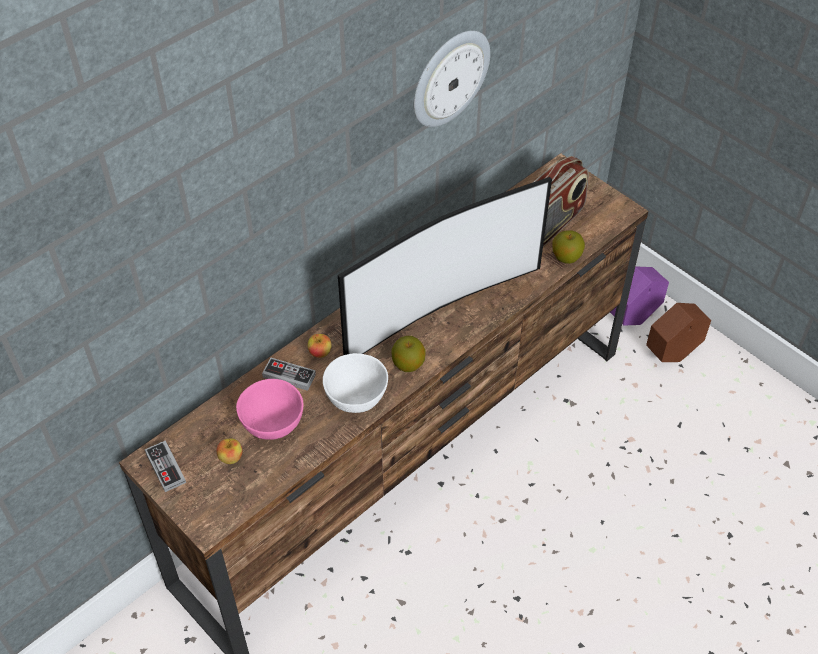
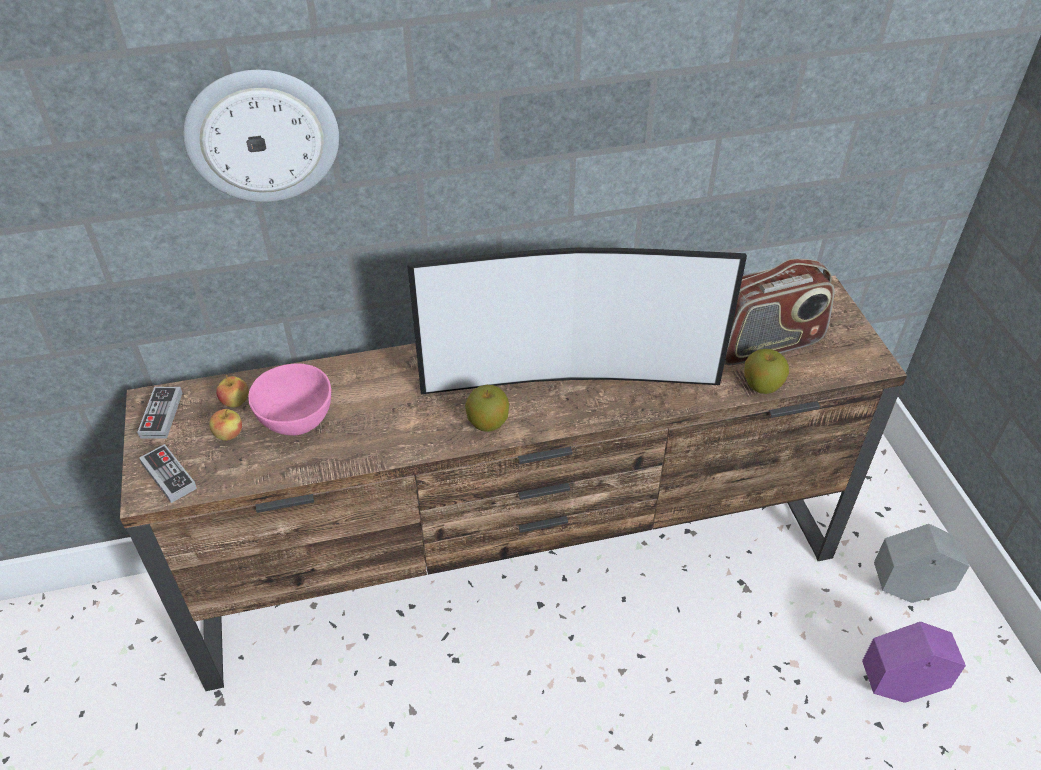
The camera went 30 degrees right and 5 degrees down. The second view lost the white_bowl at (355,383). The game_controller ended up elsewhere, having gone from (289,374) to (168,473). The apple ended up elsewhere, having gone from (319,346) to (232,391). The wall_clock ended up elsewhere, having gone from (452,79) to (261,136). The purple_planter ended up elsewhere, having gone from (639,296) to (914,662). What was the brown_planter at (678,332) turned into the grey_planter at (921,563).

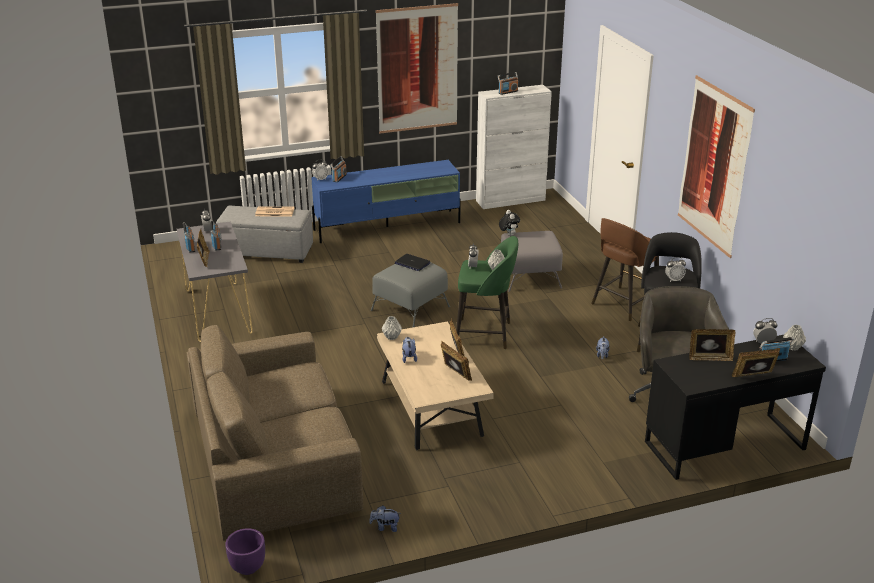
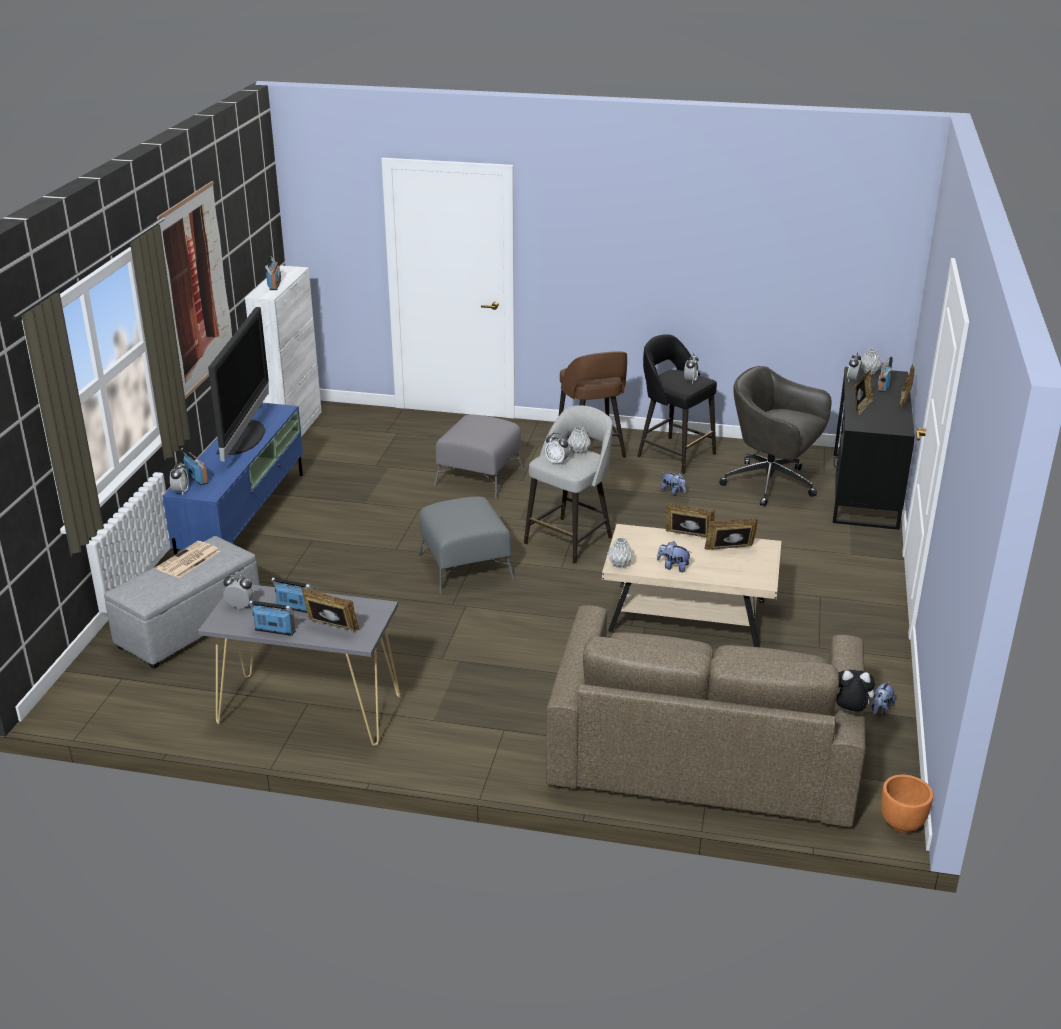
The camera went 60 degrees left and 0 degrees up. The second view lost the laptop at (413,262). The second view lost the picture at (716,166). The second view gained the television at (238,384). The plush_toy ended up elsewhere, having gone from (509,223) to (855,691). What was the purple_planter at (245,551) turned into the orange_planter at (907,804). What was the green_stool at (487,292) turned into the grey_stool at (568,484).

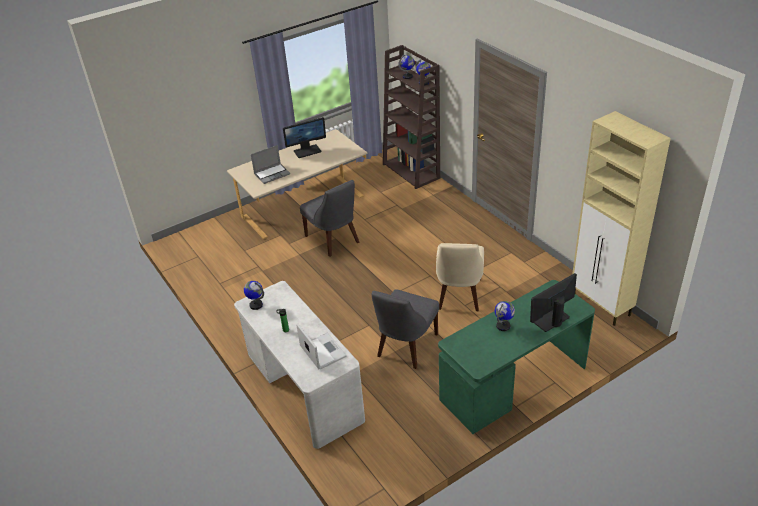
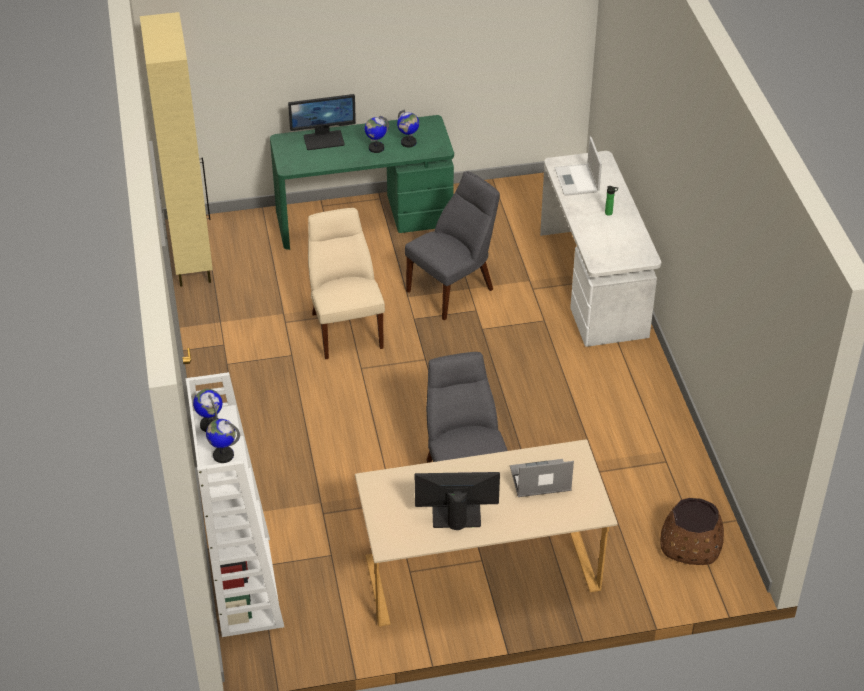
The camera went 160 degrees left and 5 degrees up. The second view gained the brown_planter at (692,531). The globe ended up elsewhere, having gone from (254,295) to (408,128). What was the brown_bookcase at (411,117) turned into the white_bookcase at (234,504). The beige_chair at (460,277) ended up facing another way, 45 degrees counterclockwise from before.

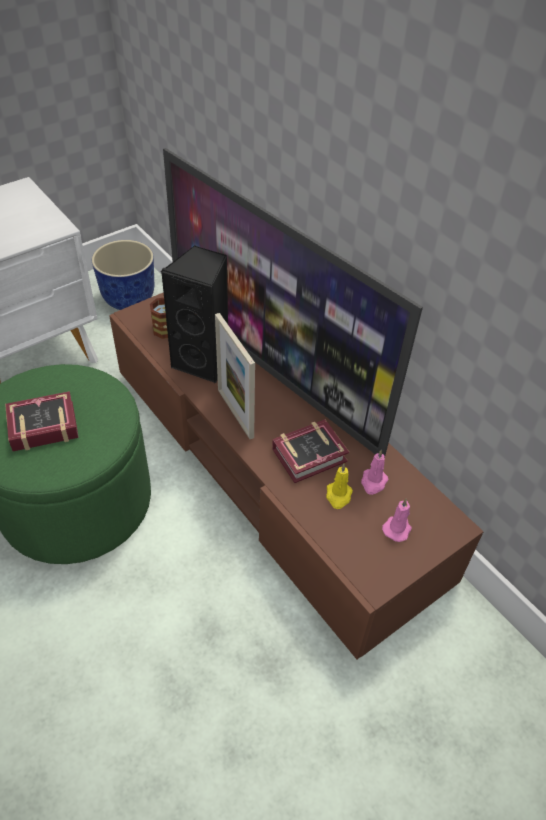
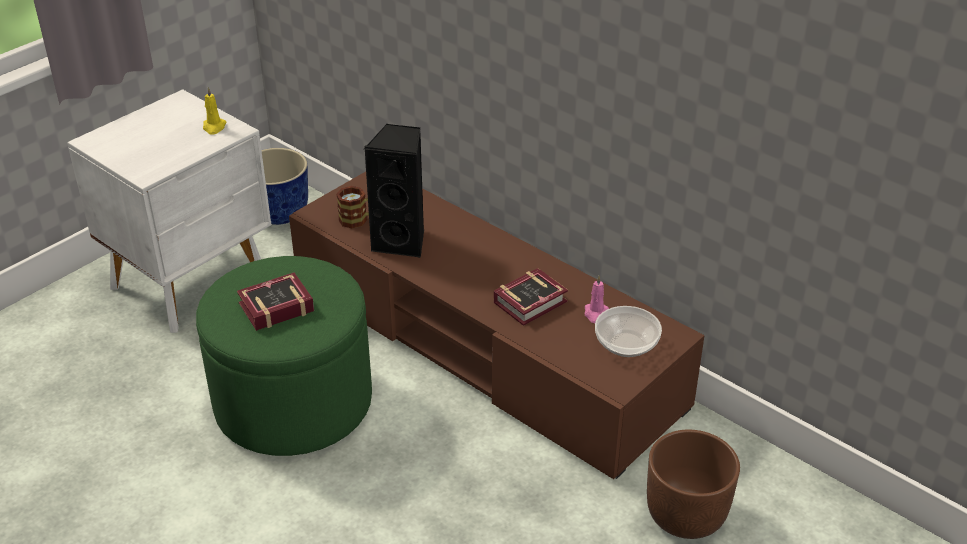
The camera went 10 degrees left and 10 degrees down. The second view lost the television at (293,302). The second view lost the picture_frame at (235,376). The second view gained the brown_planter at (693,484). The yellow_candle ended up elsewhere, having gone from (339,486) to (214,111). Where the pink_candle stood at (397,520), the bowl came to stand at (628,331).

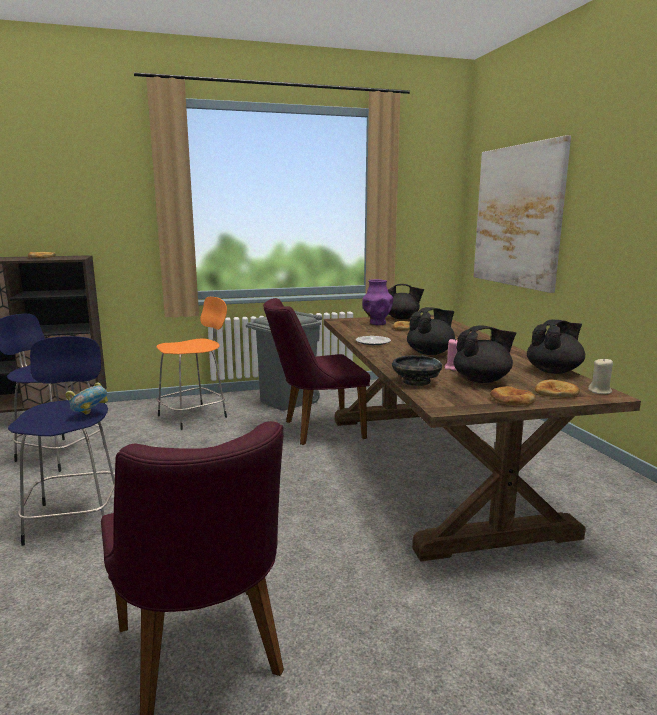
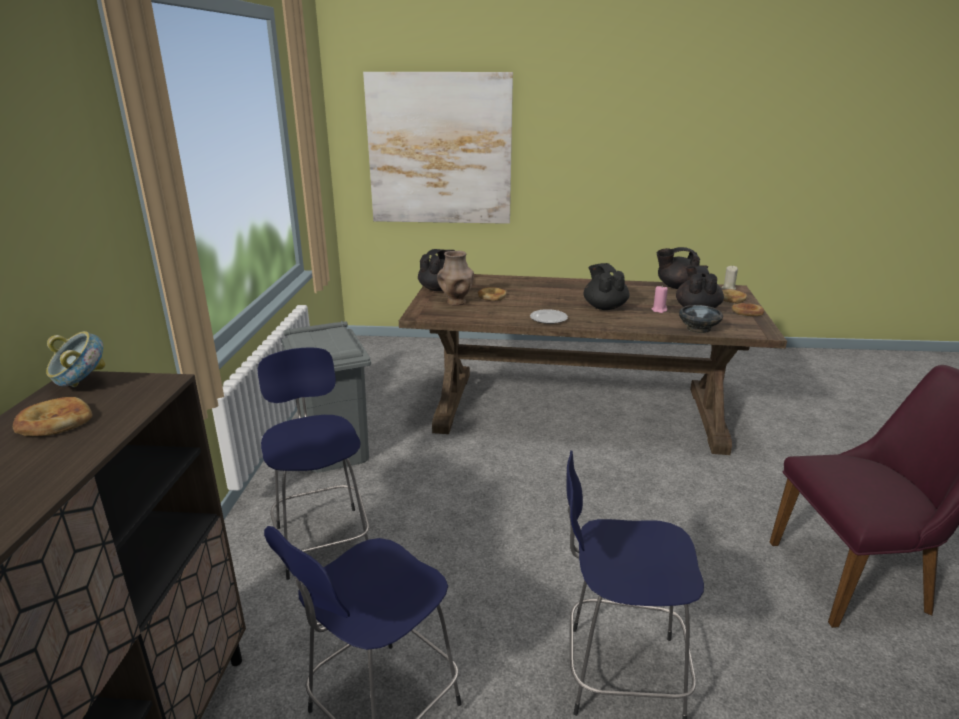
The camera went 70 degrees left and 10 degrees up. The second view lost the purple_chair at (316,371). The bowl ended up elsewhere, having gone from (86,398) to (76,359). What was the orange_stool at (191,363) turned into the blue_stool at (313,463). What was the purple_vase at (377,302) turned into the brown_vase at (455,278). The black_teapot at (556,347) ended up facing another way, 75 degrees counterclockwise from before.

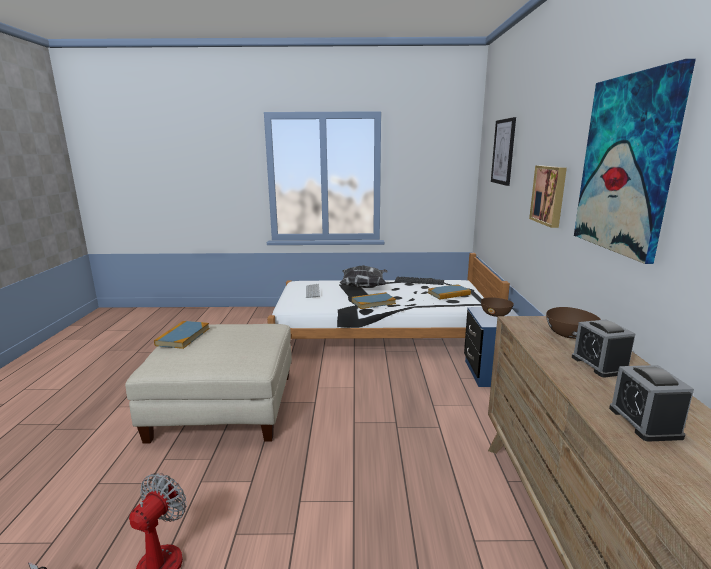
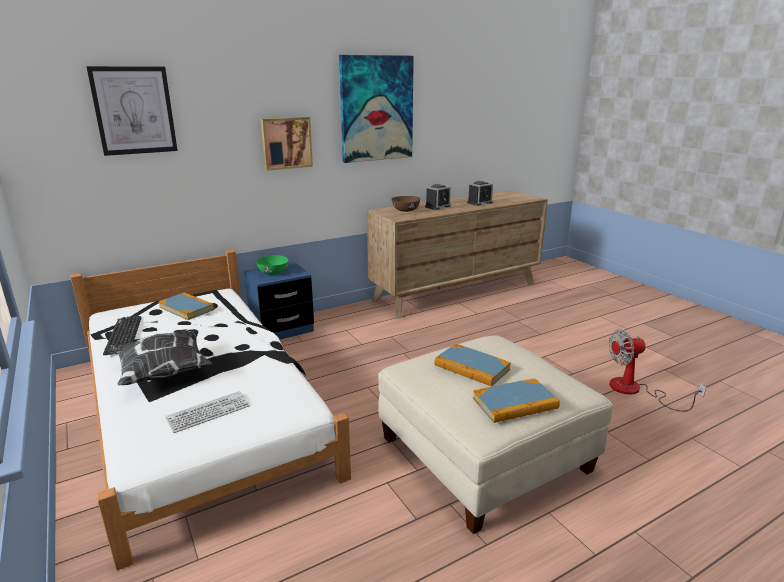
The camera went 120 degrees left and 5 degrees up. The book ended up elsewhere, having gone from (374,300) to (473,365). What was the brown_bowl at (497,307) turned into the green_bowl at (272,265).

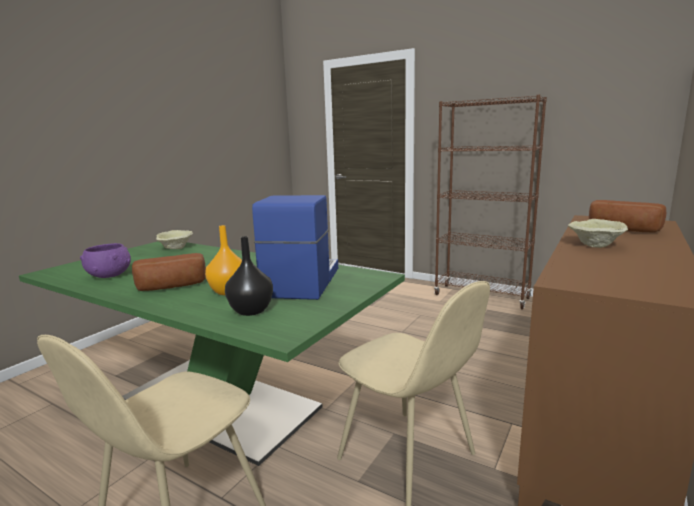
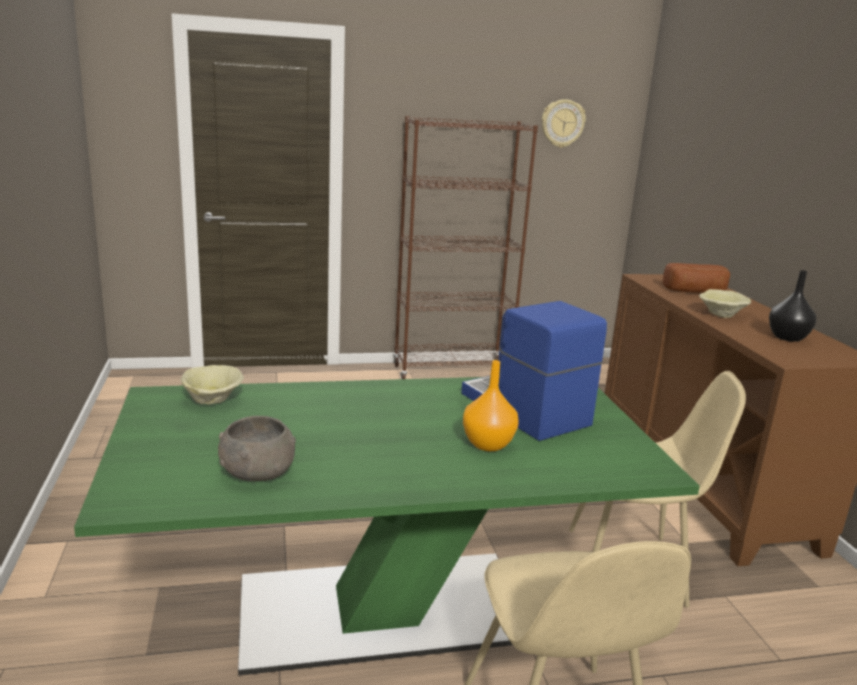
The camera went 45 degrees left and 5 degrees up. The second view lost the bread at (169,272). The second view gained the wall_clock at (564,123). The black_vase ended up elsewhere, having gone from (249,276) to (792,306). What was the purple_bowl at (105,260) turned into the grey_bowl at (257,448).

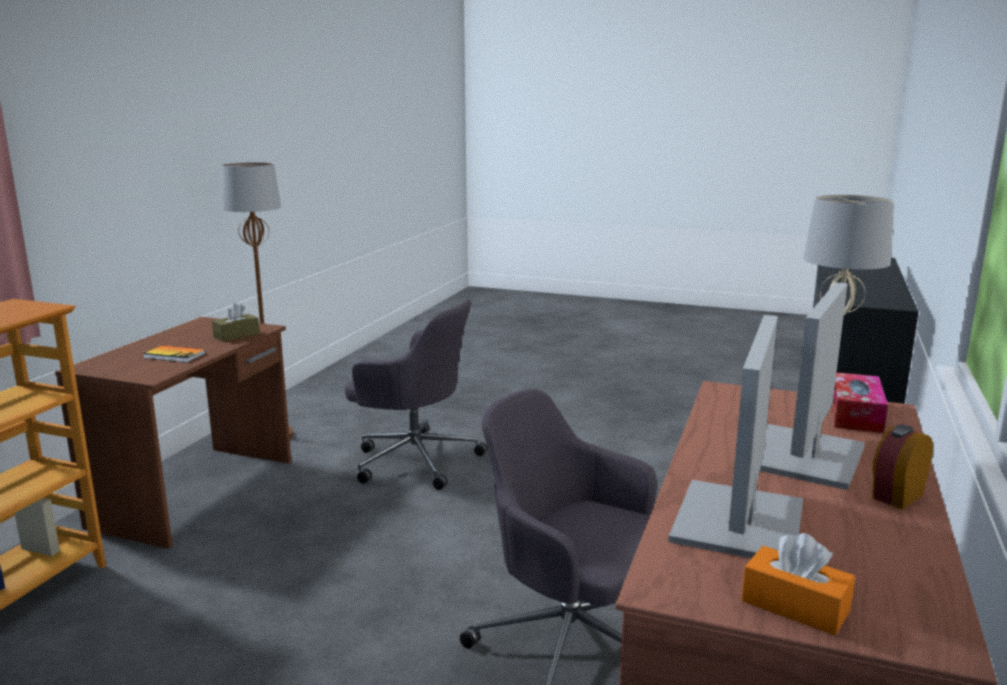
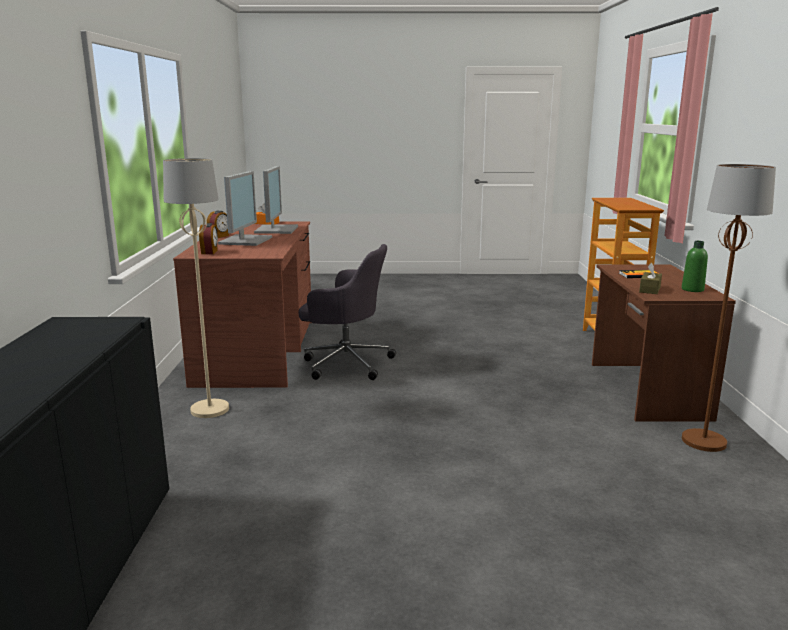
The camera went 160 degrees right and 0 degrees up. The second view lost the grey_office_chair at (416,394). The second view gained the green_bottle at (695,266). Where the tissue_box stood at (859,402), the alarm_clock came to stand at (208,238).

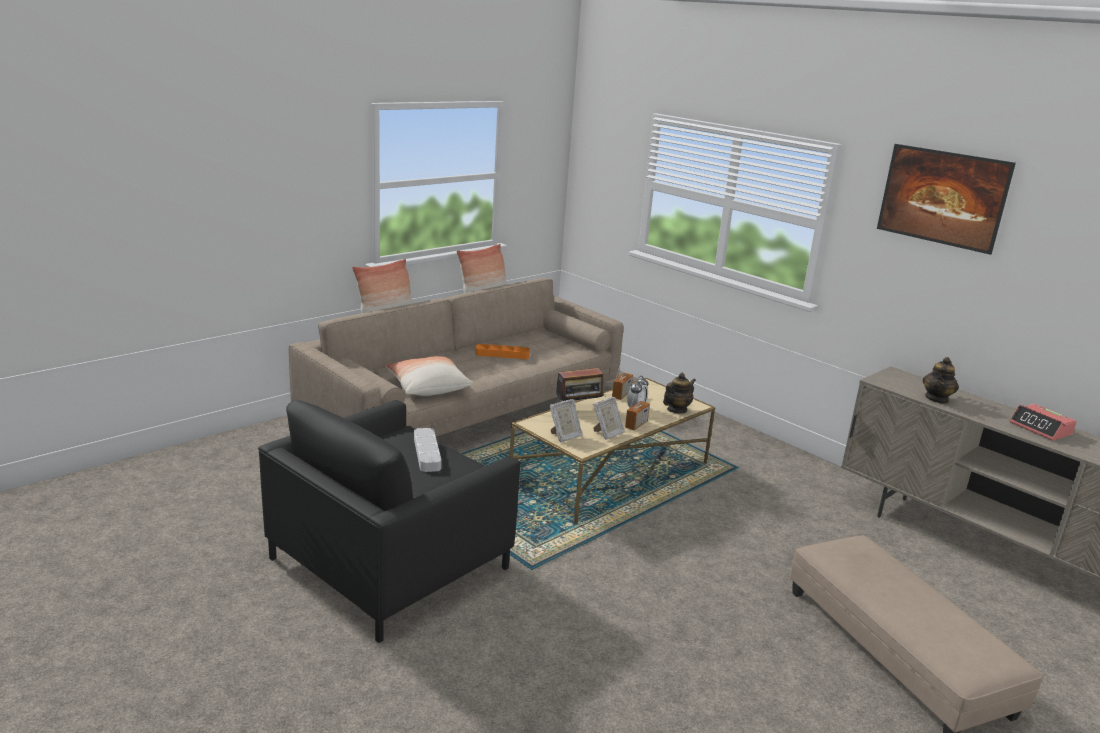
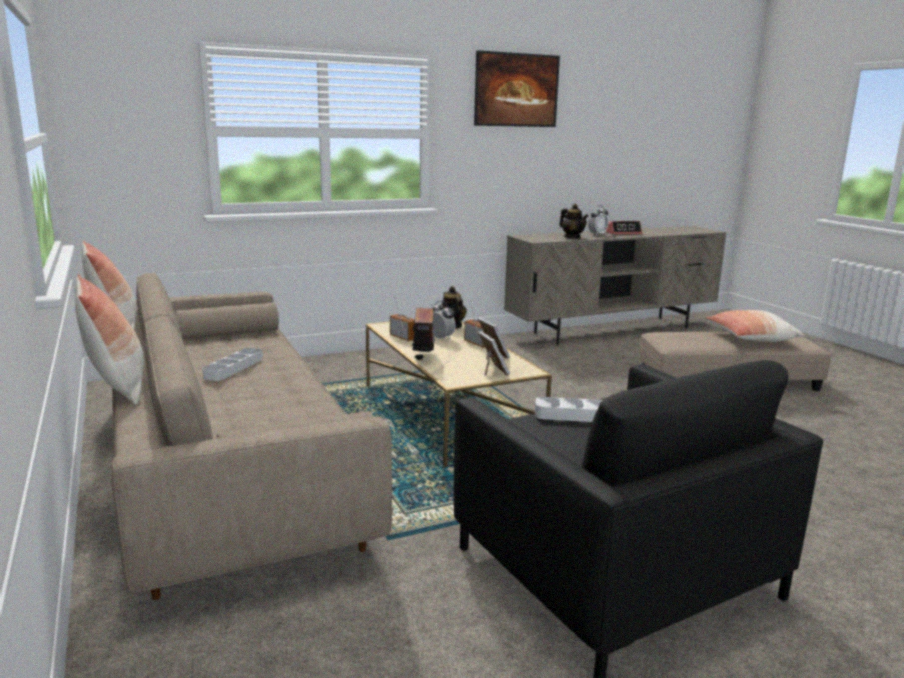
The camera went 70 degrees left and 5 degrees down. The second view gained the alarm_clock at (598,220). The pillow ended up elsewhere, having gone from (429,376) to (754,326). What was the orange_tray at (502,351) turned into the grey_tray at (232,364).

